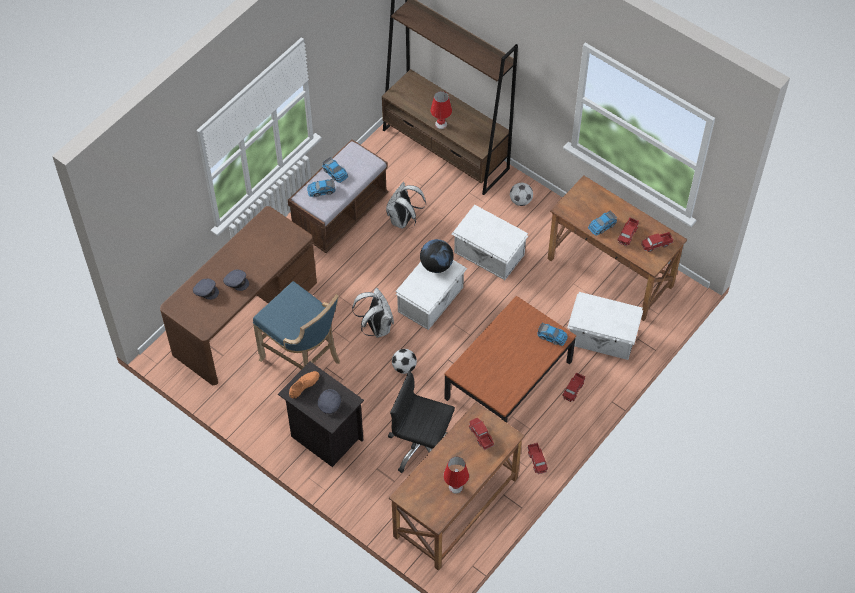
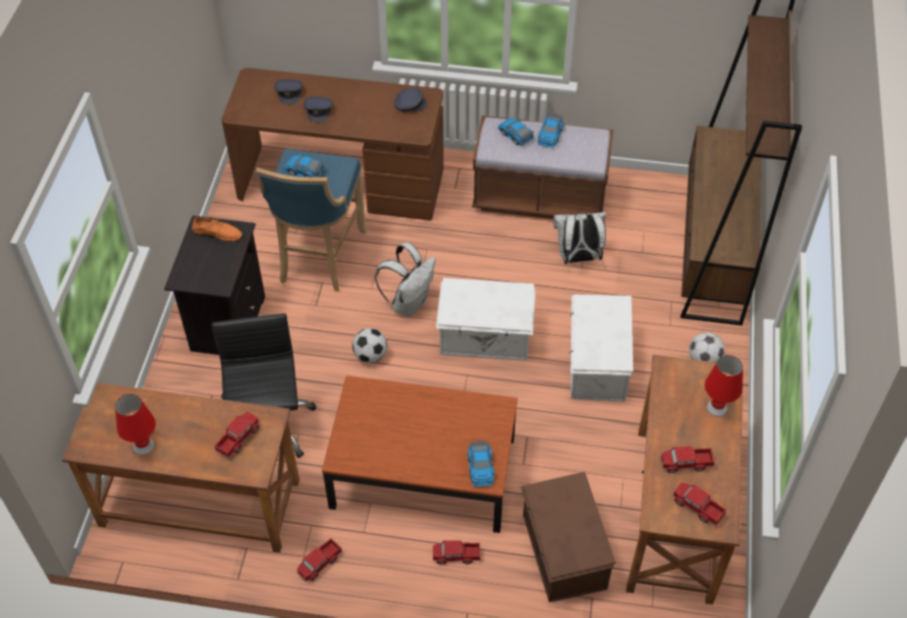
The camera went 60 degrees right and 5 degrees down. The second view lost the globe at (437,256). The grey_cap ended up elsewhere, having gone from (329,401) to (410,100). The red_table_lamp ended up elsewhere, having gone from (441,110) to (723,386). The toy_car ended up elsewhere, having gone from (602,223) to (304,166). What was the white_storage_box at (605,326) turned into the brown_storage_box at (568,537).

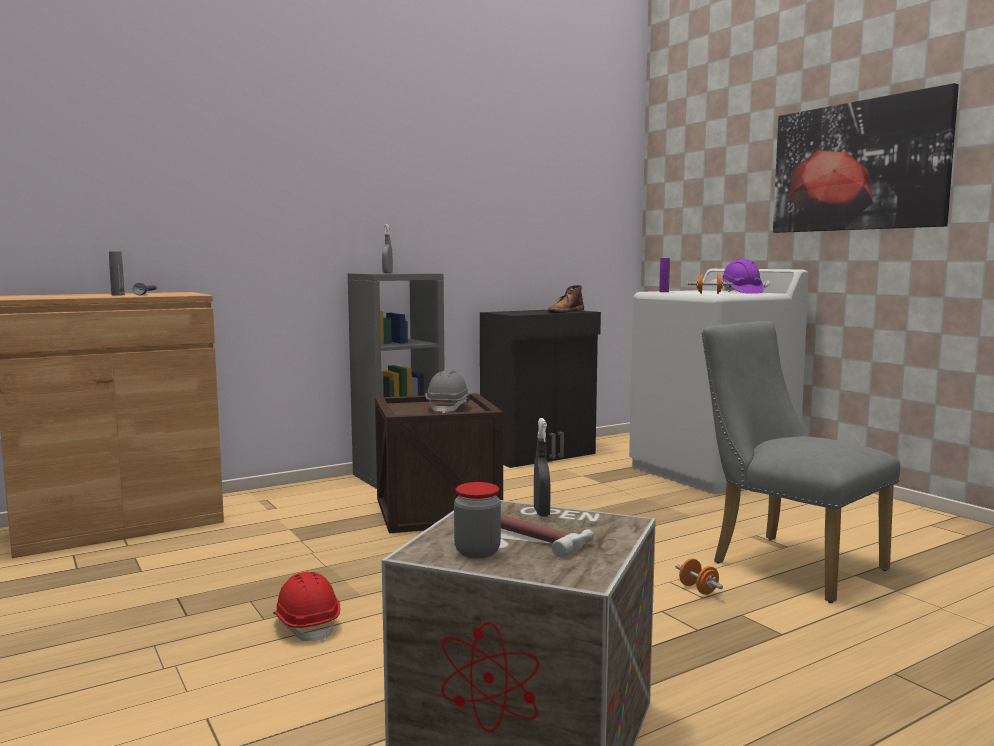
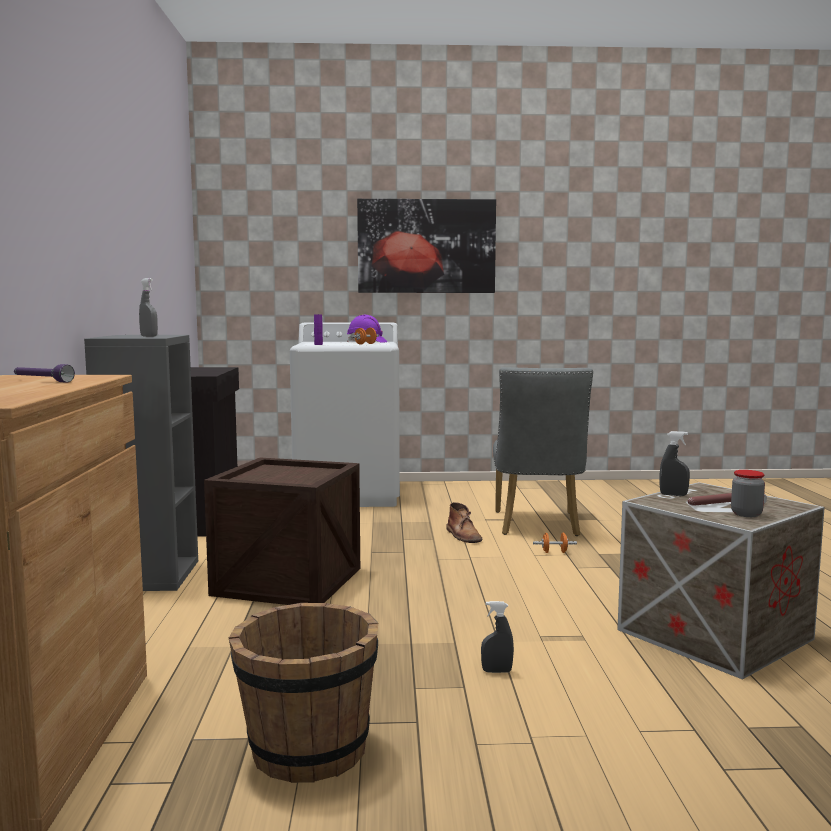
The camera went 60 degrees left and 0 degrees up. The second view lost the grey_bottle at (117,273). The second view lost the grey_hard_hat at (447,391). The second view gained the brown_bucket at (303,693). The brown_boot ended up elsewhere, having gone from (566,299) to (464,522). Where the red_hard_hat stood at (306,607), the grey_spray_bottle came to stand at (497,637). The grey_chair at (800,462) ended up facing another way, 75 degrees counterclockwise from before.

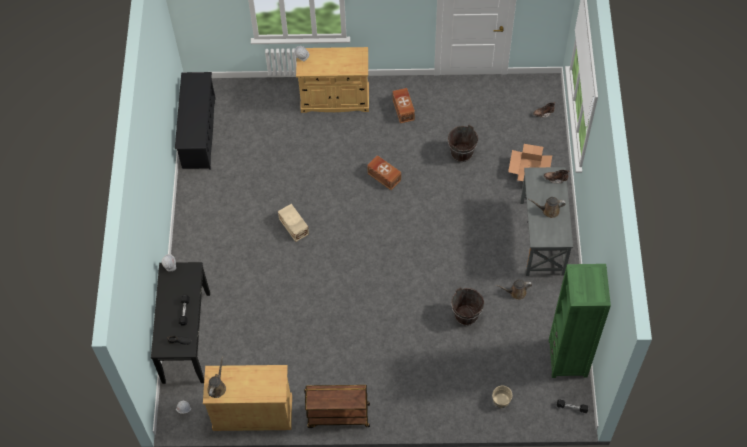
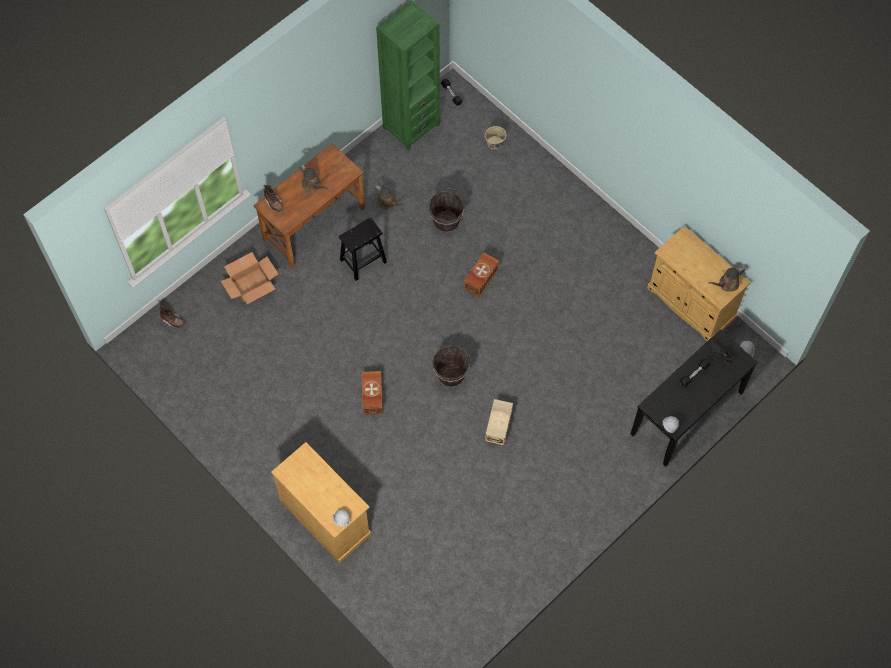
The camera went 135 degrees left and 5 degrees up. The second view lost the black_shoe_rack at (195,121). The second view lost the brown_cart at (337,406). The second view gained the black_stool at (363,249). The brown_storage_box ended up elsewhere, having gone from (403,106) to (481,274). The brown_bucket ended up elsewhere, having gone from (463,143) to (451,366). What was the grey_desk at (546,221) turned into the brown_desk at (309,205).

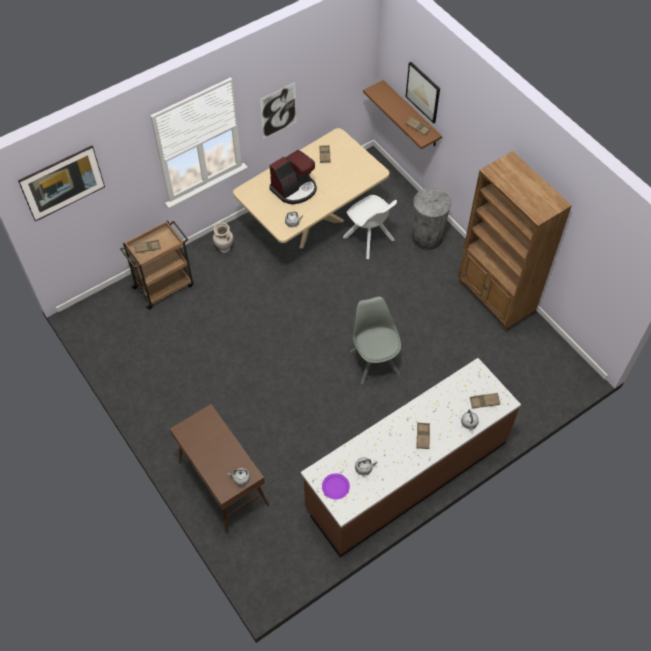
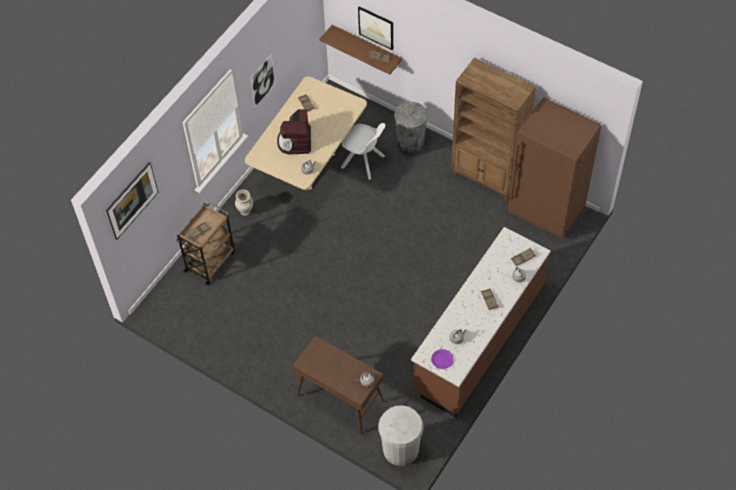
The camera went 20 degrees left and 0 degrees up. The second view lost the grey_chair at (375,341). The second view gained the white_trash_can at (401,435). The second view gained the brown_fridge at (554,168). The coffee_machine at (293,177) ended up facing another way, 150 degrees clockwise from before.

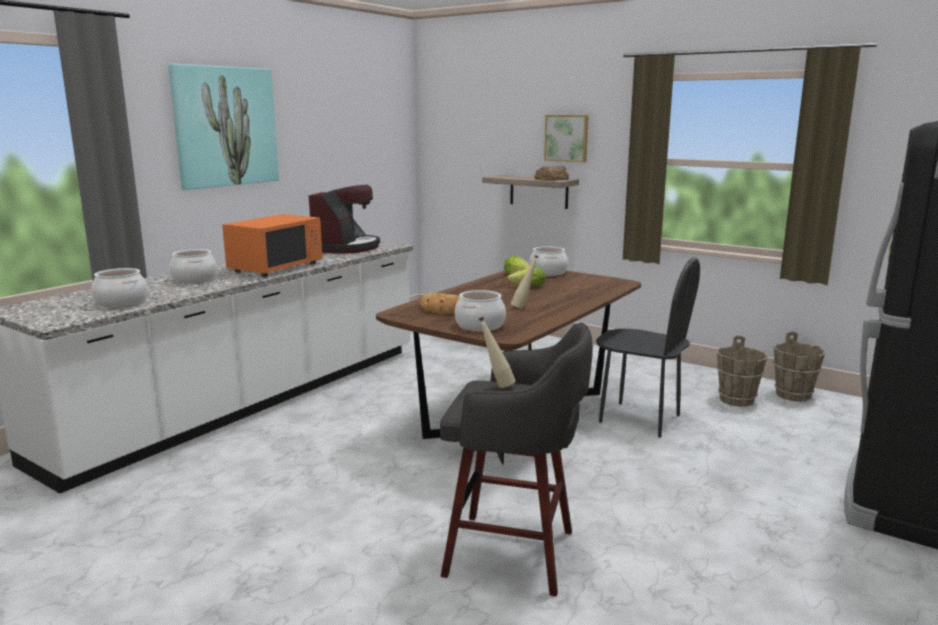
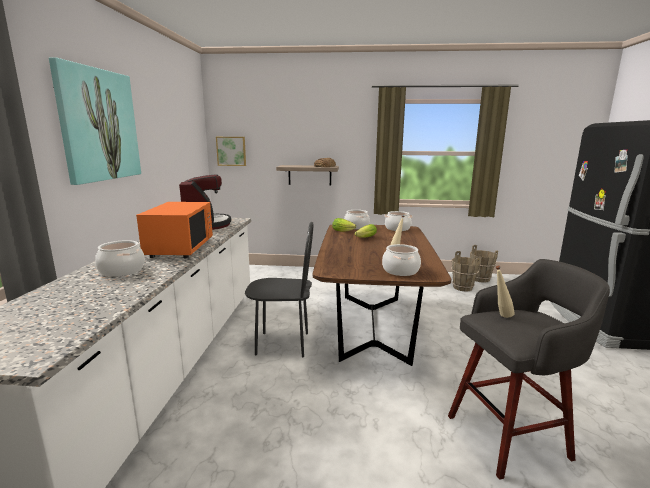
The camera went 30 degrees left and 0 degrees up. The second view lost the bread at (440,303). The cooking_pot ended up elsewhere, having gone from (119,288) to (398,221). The picture ended up elsewhere, having gone from (566,138) to (231,151). The black_chair ended up elsewhere, having gone from (648,347) to (279,290).

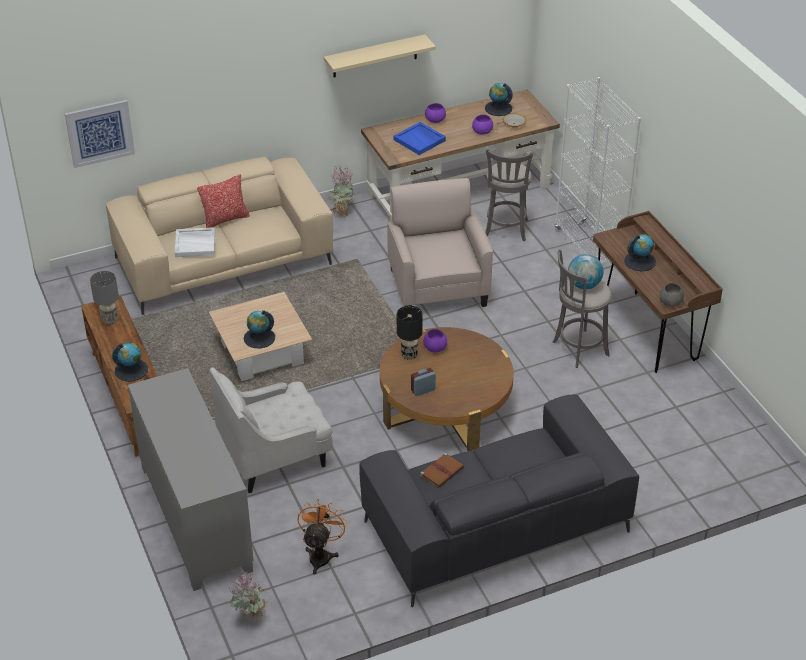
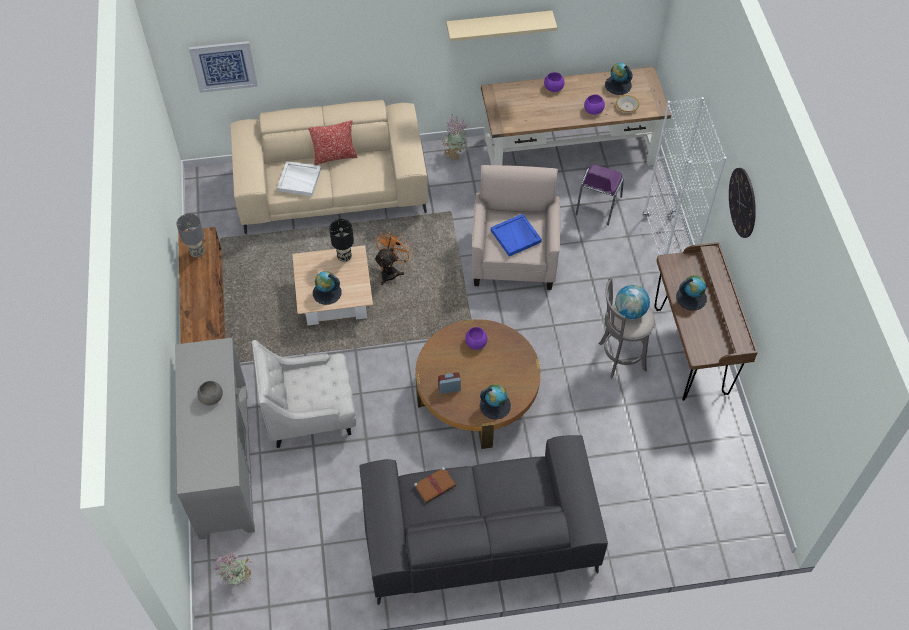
The camera went 15 degrees right and 15 degrees up. The second view gained the wall_clock at (742,203). The globe ended up elsewhere, having gone from (130,362) to (495,402). The orange_fan ended up elsewhere, having gone from (323,537) to (393,257). The blue_tray ended up elsewhere, having gone from (420,138) to (516,235). The black_table_lamp ended up elsewhere, having gone from (410,333) to (341,240). The grey_bowl ended up elsewhere, having gone from (672,295) to (210,393). Where the grey_stool stood at (509,195), the purple_chair came to stand at (600,195).

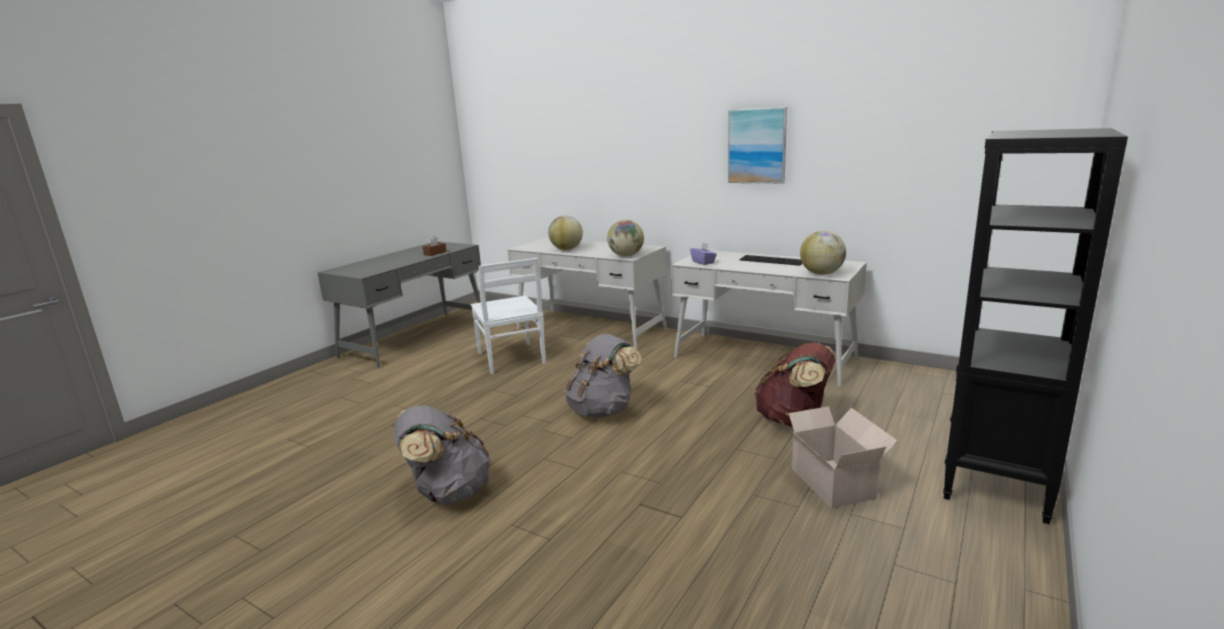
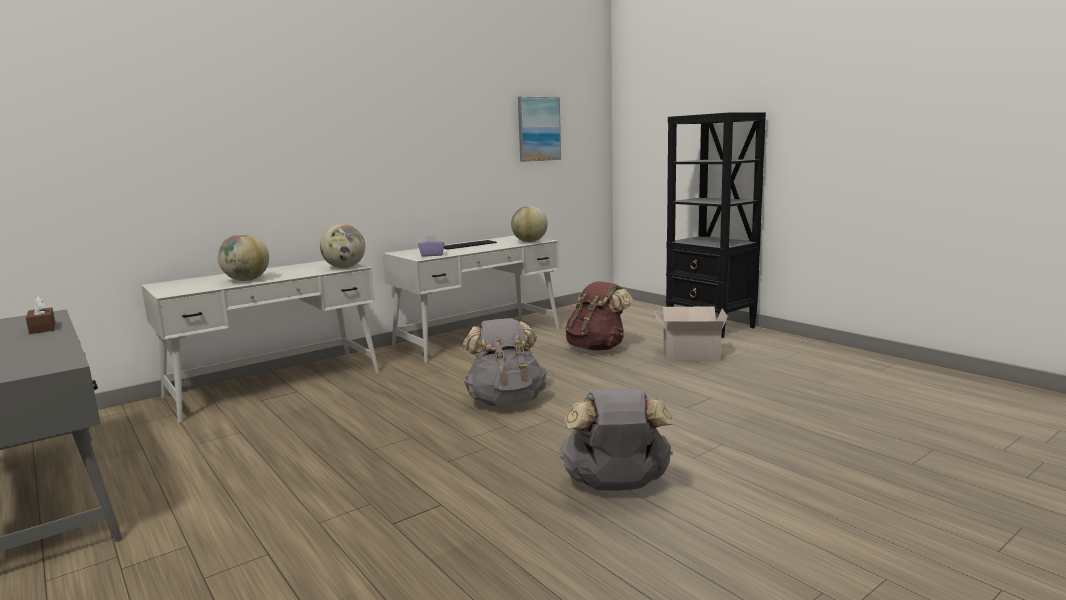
The camera went 70 degrees left and 5 degrees down. The second view lost the white_chair at (508,316). The picture ended up elsewhere, having gone from (757,145) to (539,129).

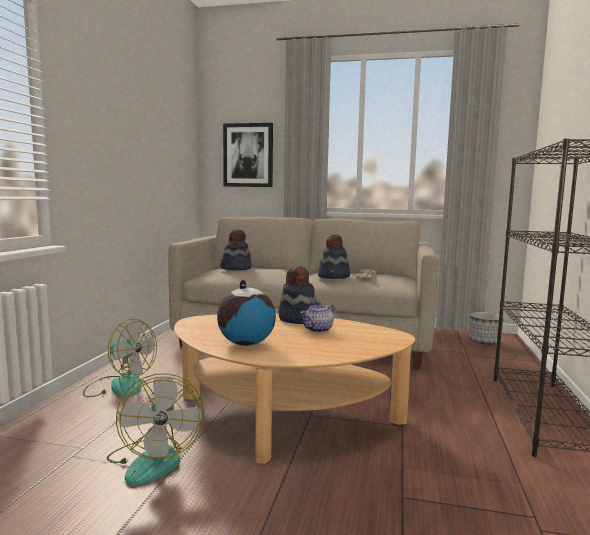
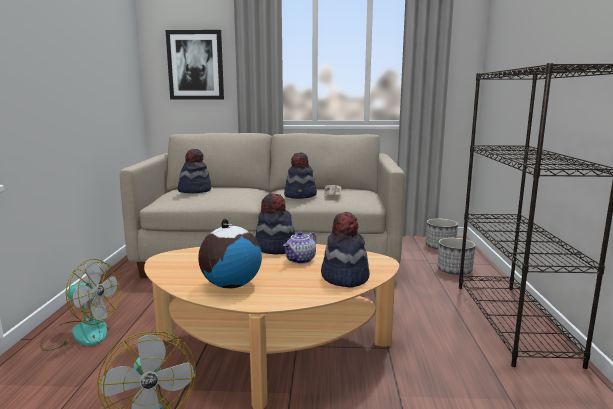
The camera went 10 degrees left and 5 degrees up. The second view gained the hat at (345,250). The second view gained the planter at (457,256).

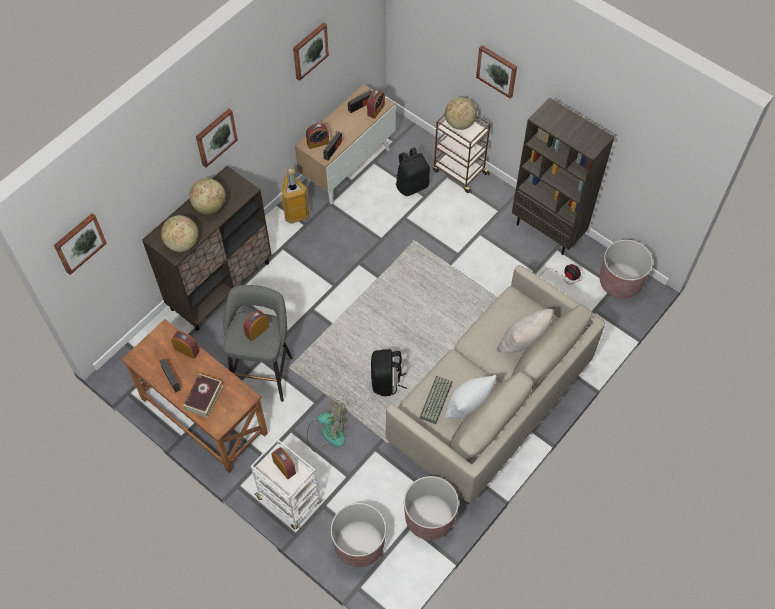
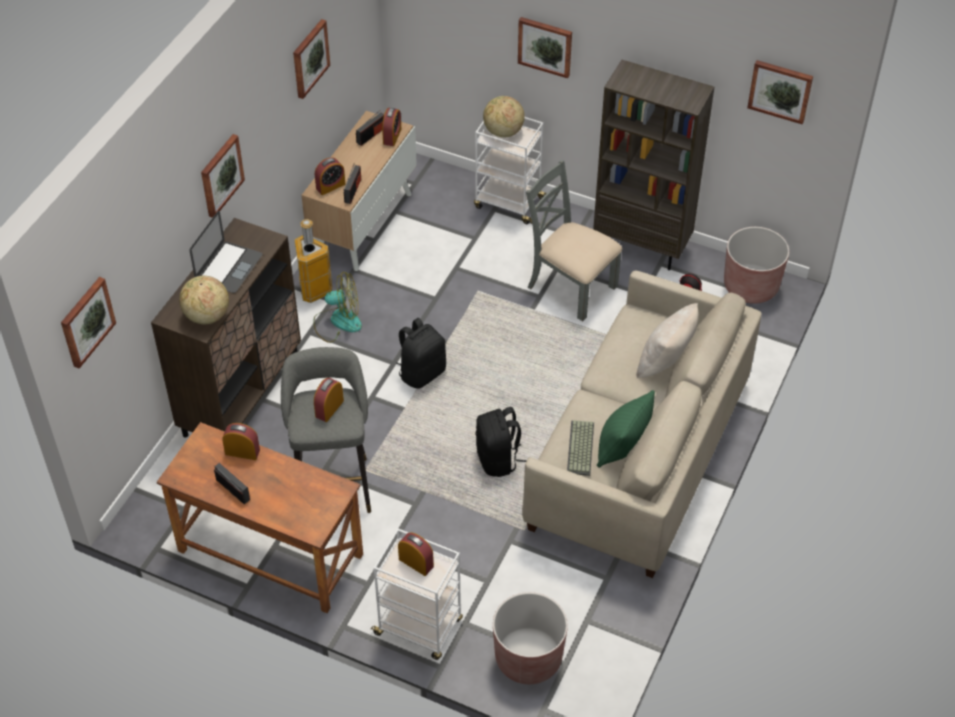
The camera went 15 degrees left and 10 degrees down. The second view lost the book at (203,396). The second view lost the brown_planter at (431,508). The second view gained the grey_chair at (574,240). The second view gained the picture at (780,92). The fan ended up elsewhere, having gone from (326,426) to (337,307). The black_backpack ended up elsewhere, having gone from (413,172) to (421,353). Where the globe stood at (207,196), the laptop came to stand at (226,252). What was the brown_cart at (462,154) turned into the white_cart at (510,170). What was the white_pillow at (470,397) turned into the green_pillow at (626,428).

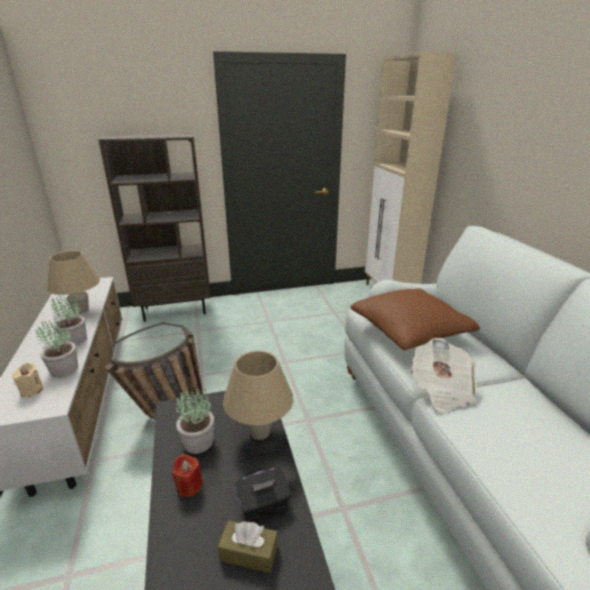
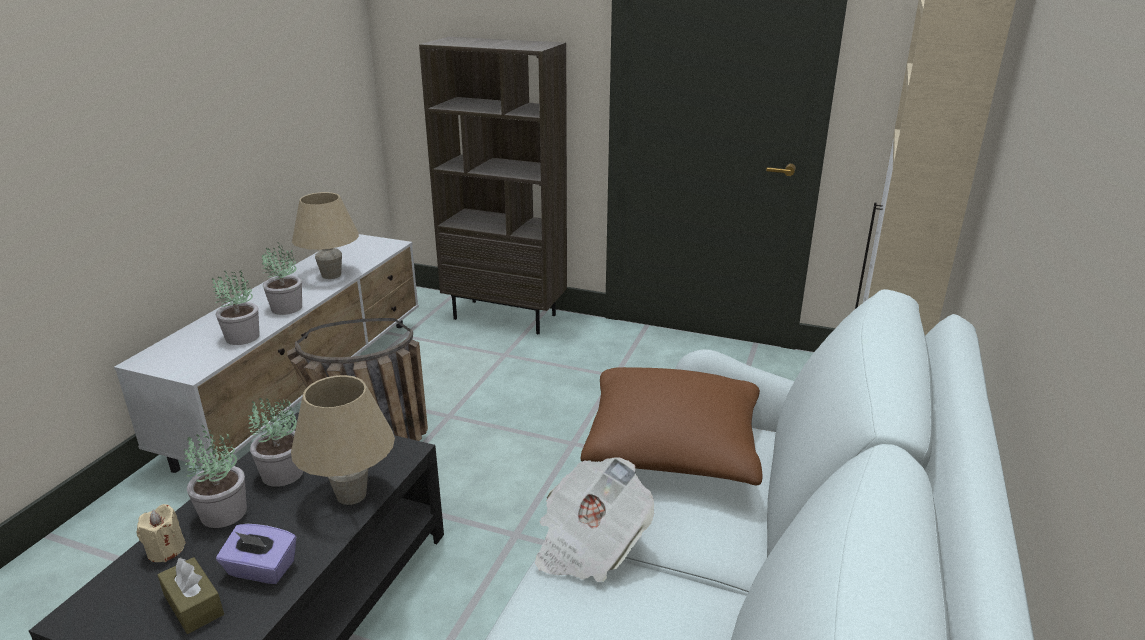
The camera went 35 degrees right and 0 degrees up. The beige_candle ended up elsewhere, having gone from (27,380) to (161,533). Where the red_candle stood at (187,475), the potted_plant came to stand at (215,476). What was the black_tissue_box at (263,494) turned into the purple_tissue_box at (256,554).

